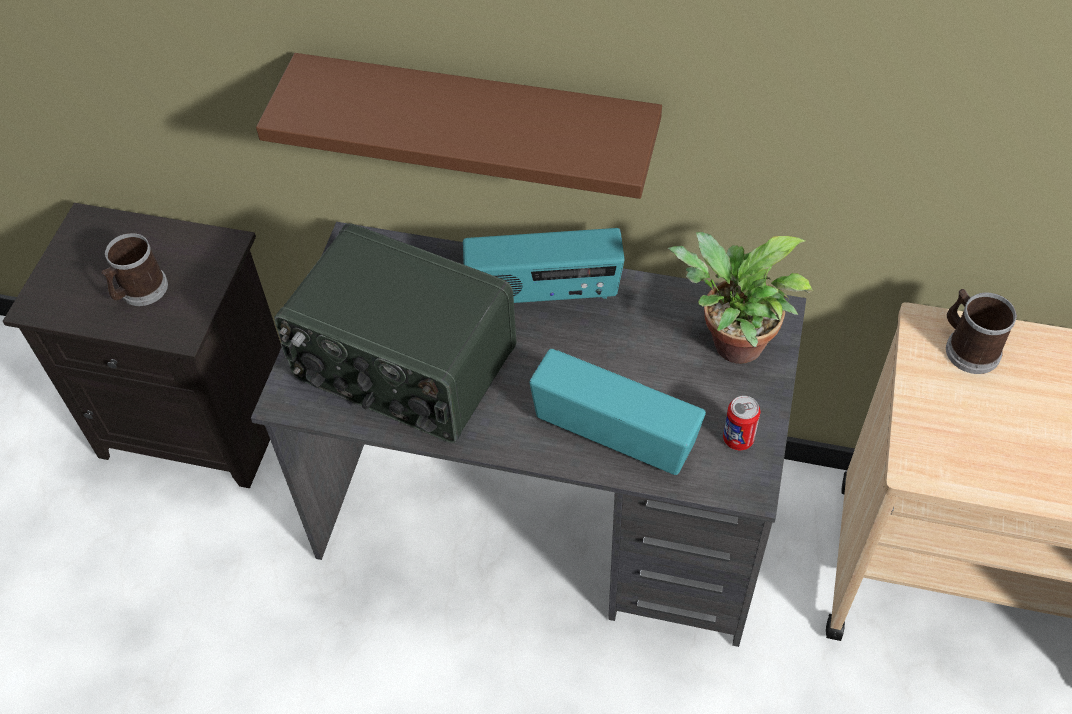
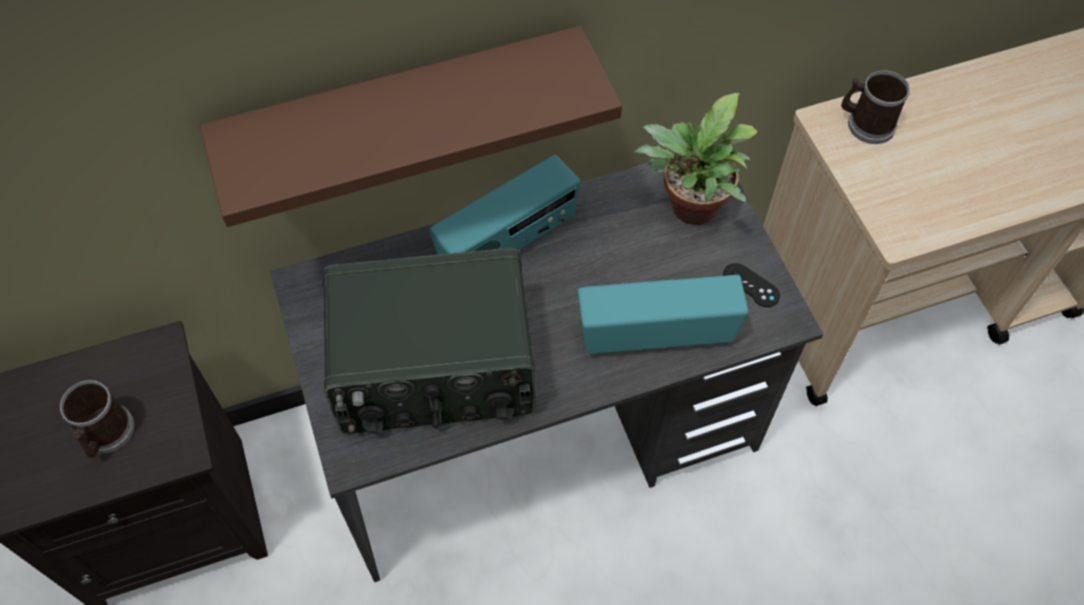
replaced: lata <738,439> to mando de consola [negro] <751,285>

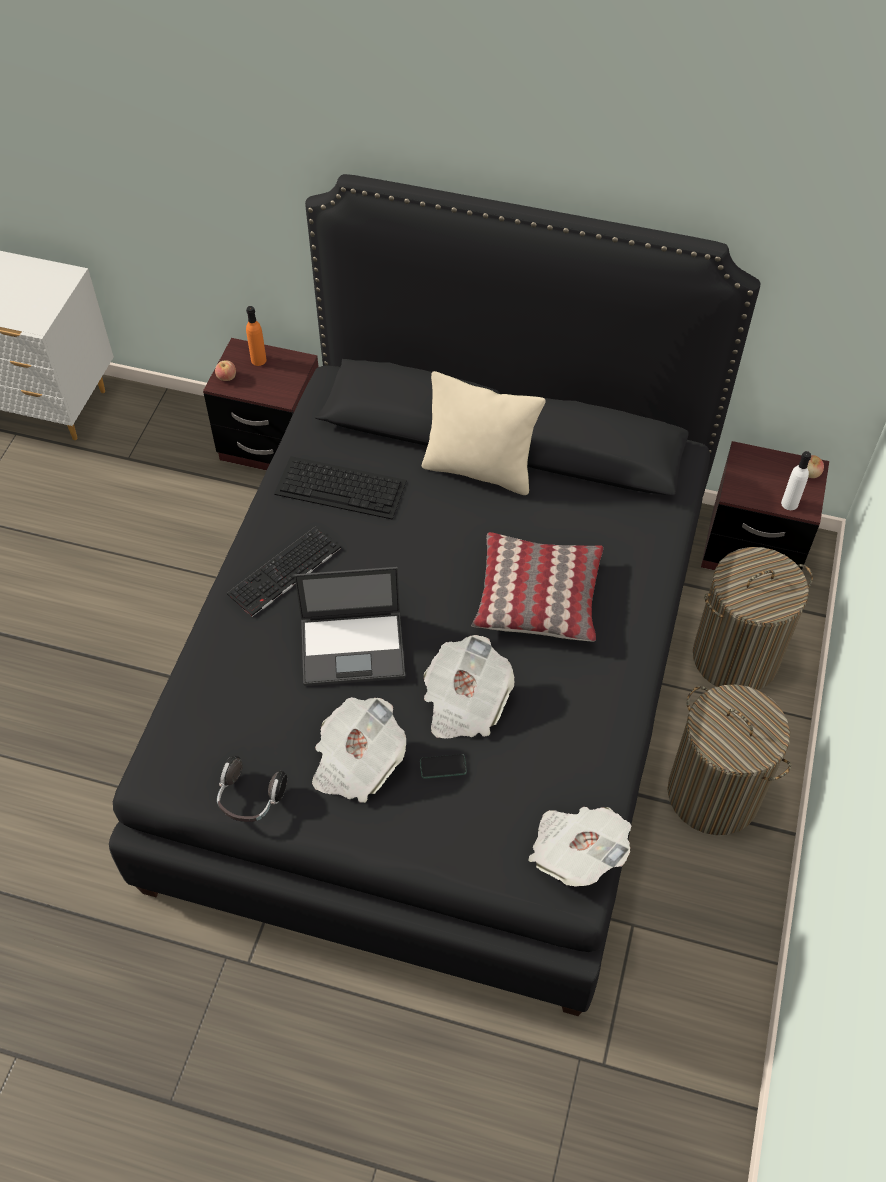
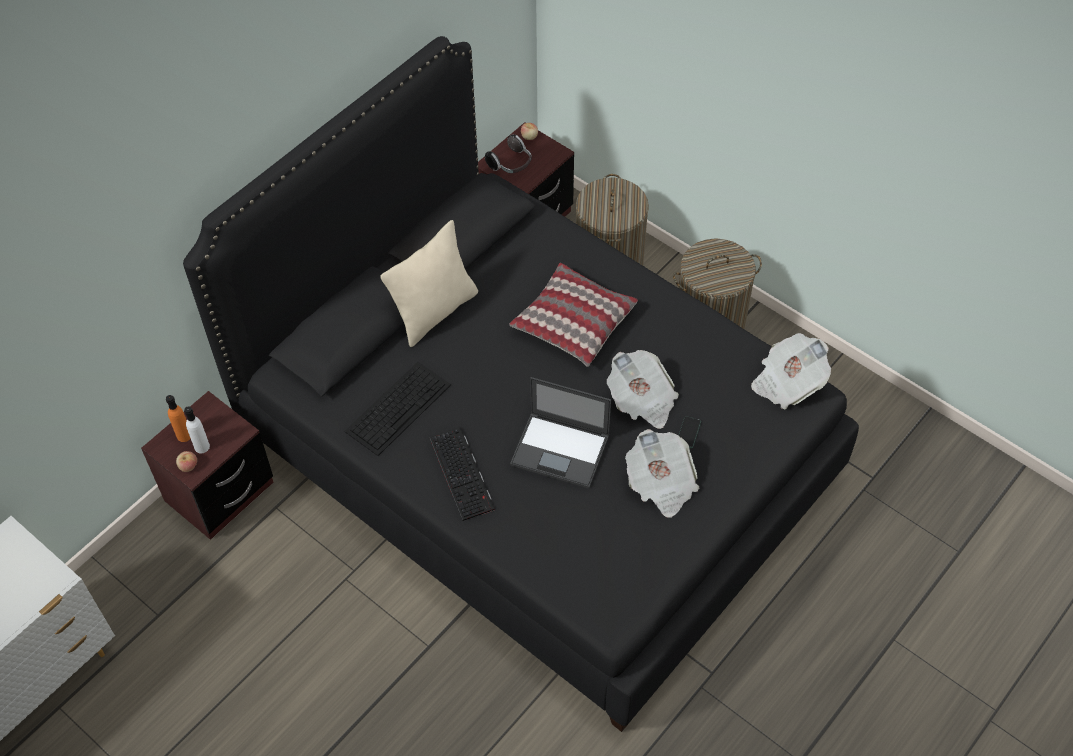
moved: auriculares <250,799> to <511,164>; botella [blanco] <789,503> to <202,446>
turned: portátil <354,647> = <561,450> 90 degrees clockwise

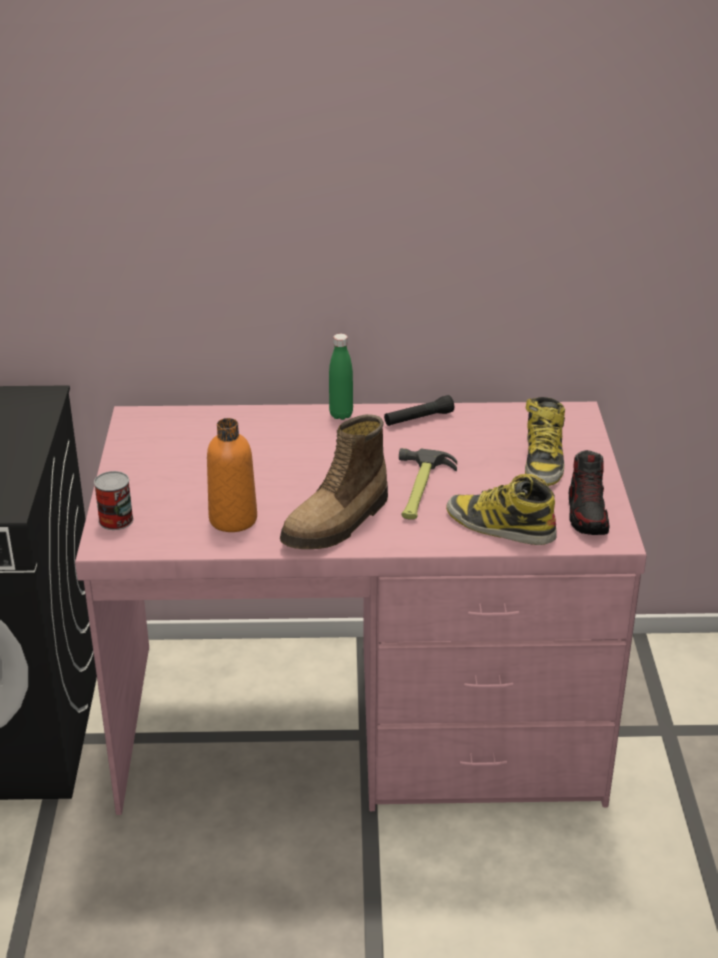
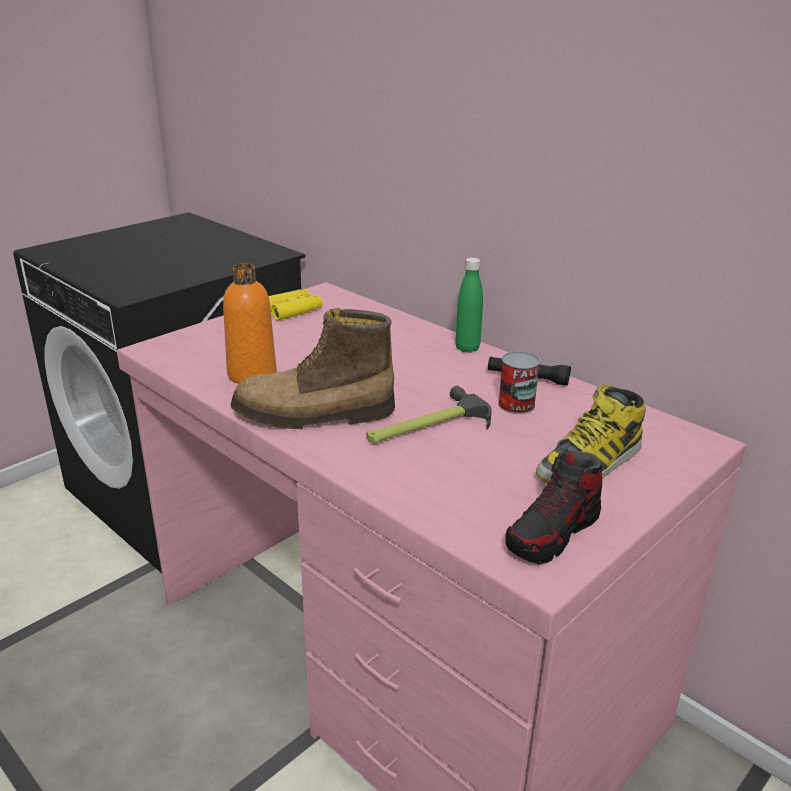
removed: bota <499,526>
added: prismáticos [amarillo] <292,311>
moved: lata <116,520> to <516,405>

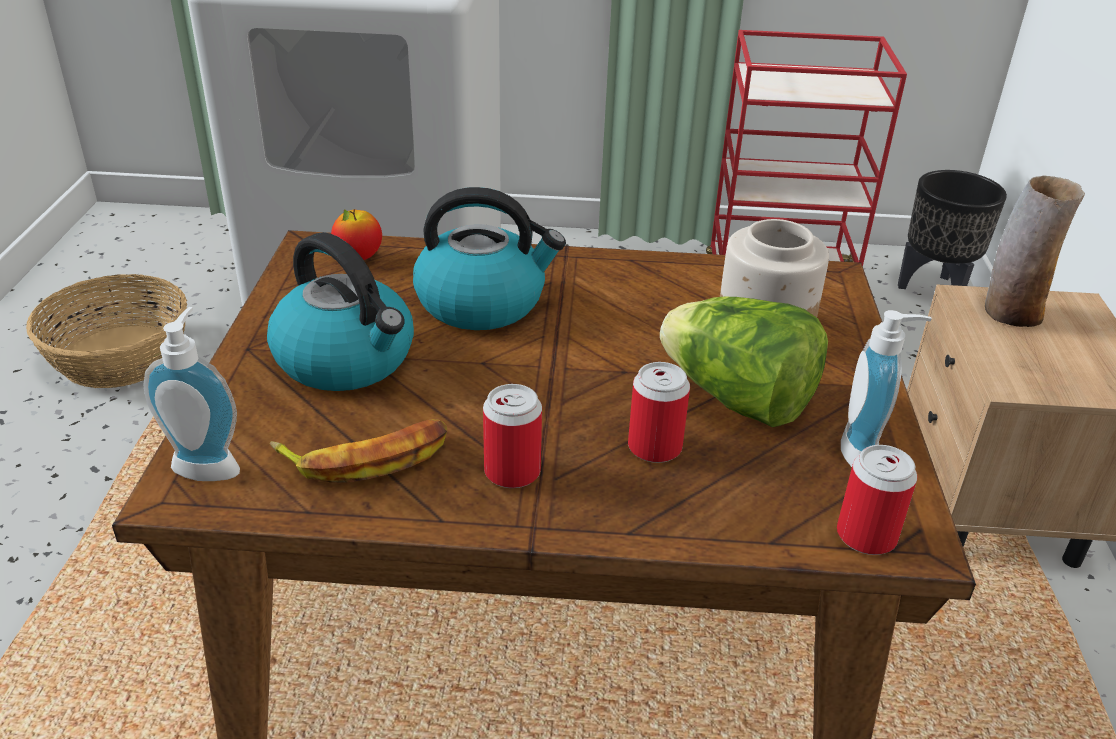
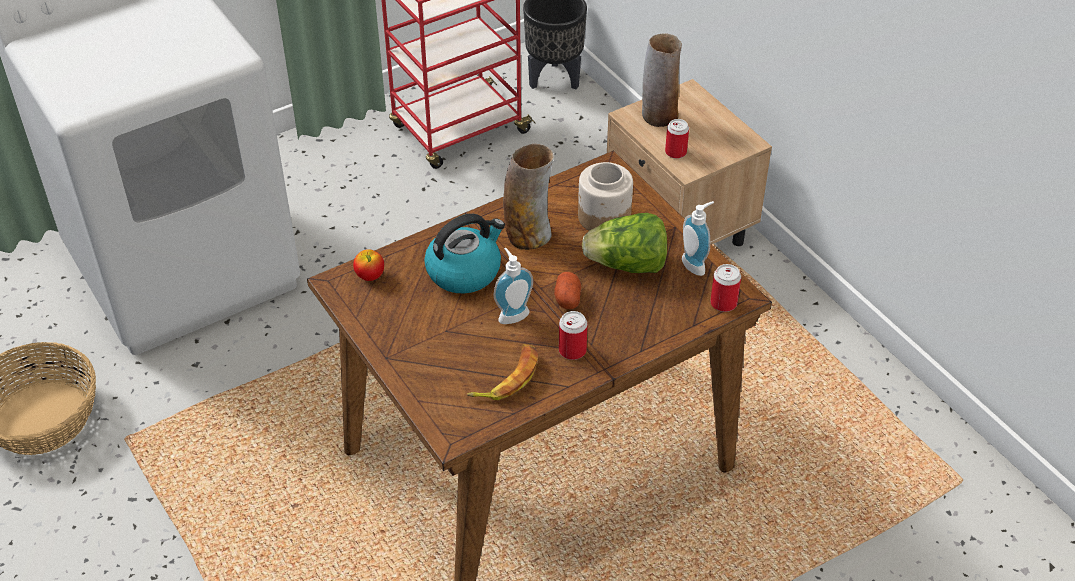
removed: hervidor <347,359>
added: florero <528,234>; patata <567,298>
moved: dispensador de jabón <209,464> to <512,314>; lata <654,447> to <675,152>

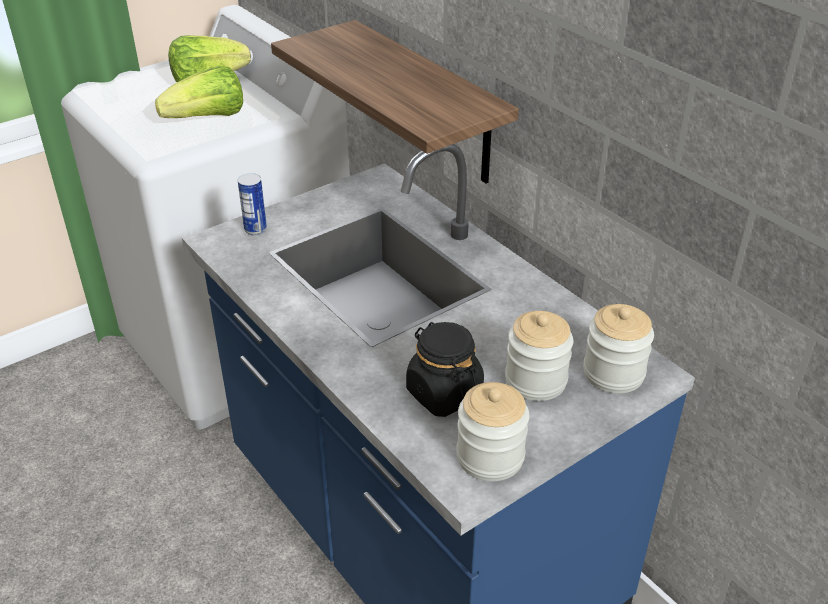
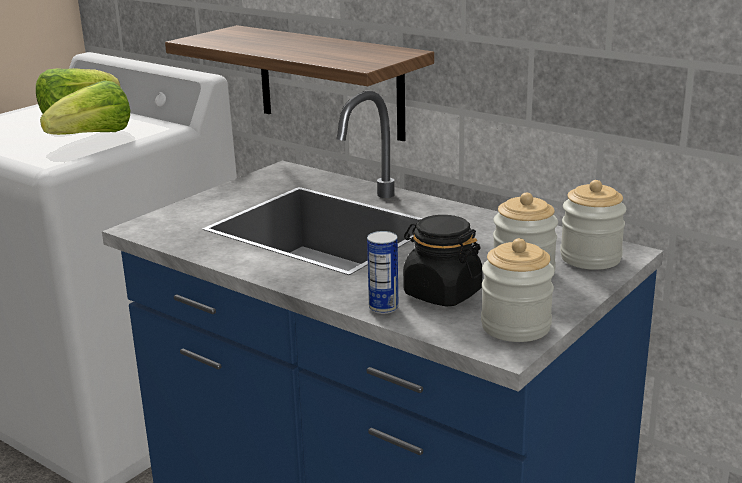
moved: lata <255,229> to <383,307>

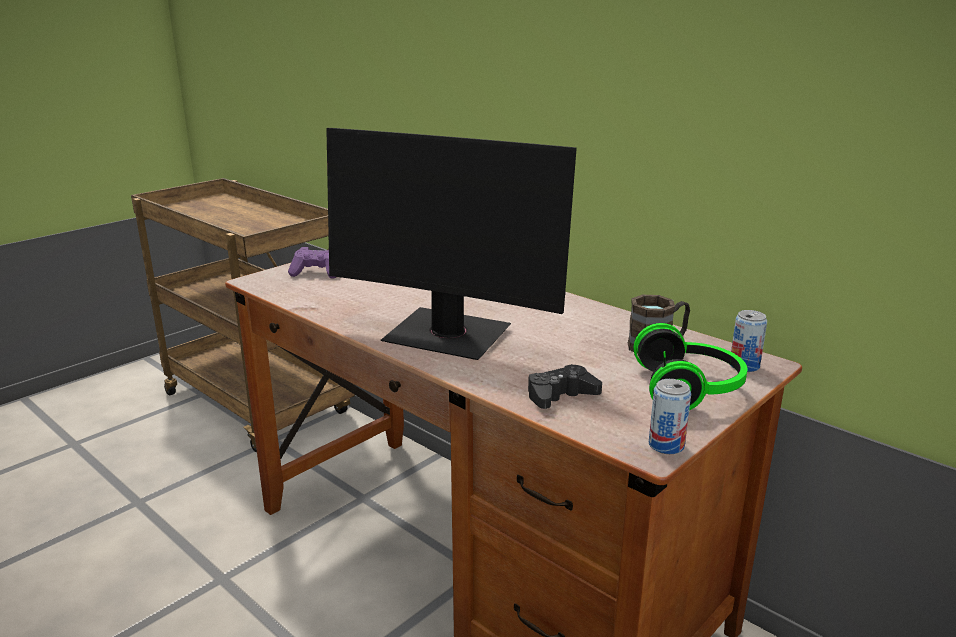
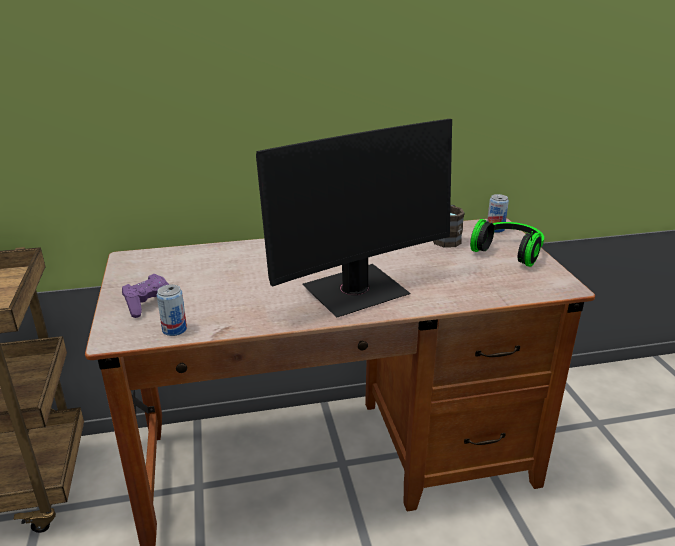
removed: mando de consola [negro] <560,395>
moved: lata <666,445> to <174,330>

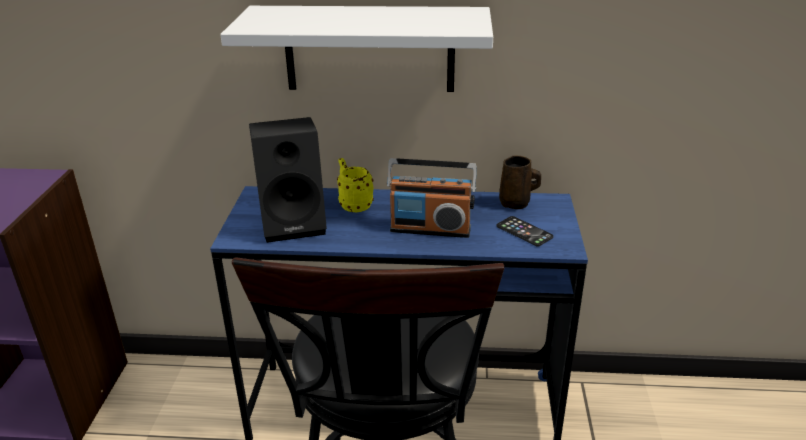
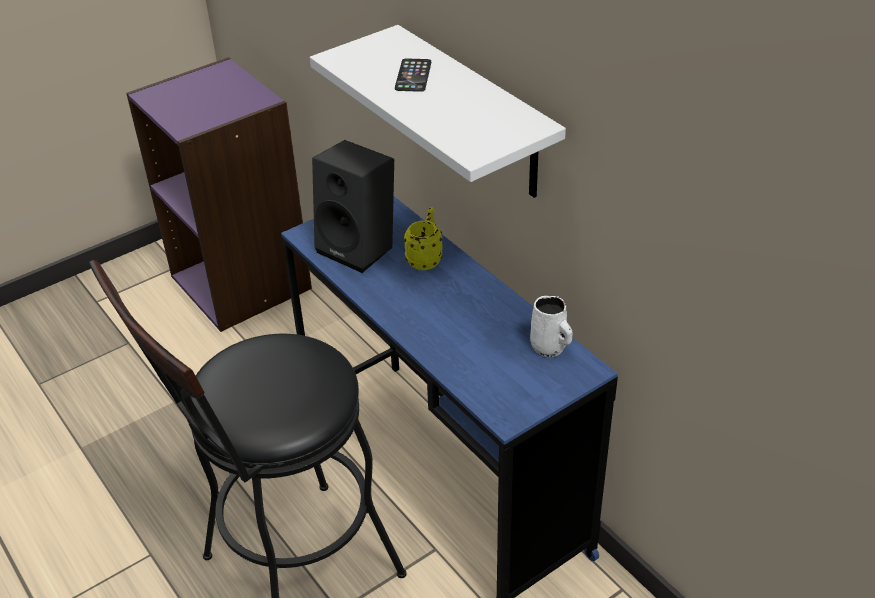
removed: radio <430,229>
moved: móvil <524,231> to <413,76>
recoloured: taza grande [marrón] <516,203> to taza grande [blanco] <549,348>

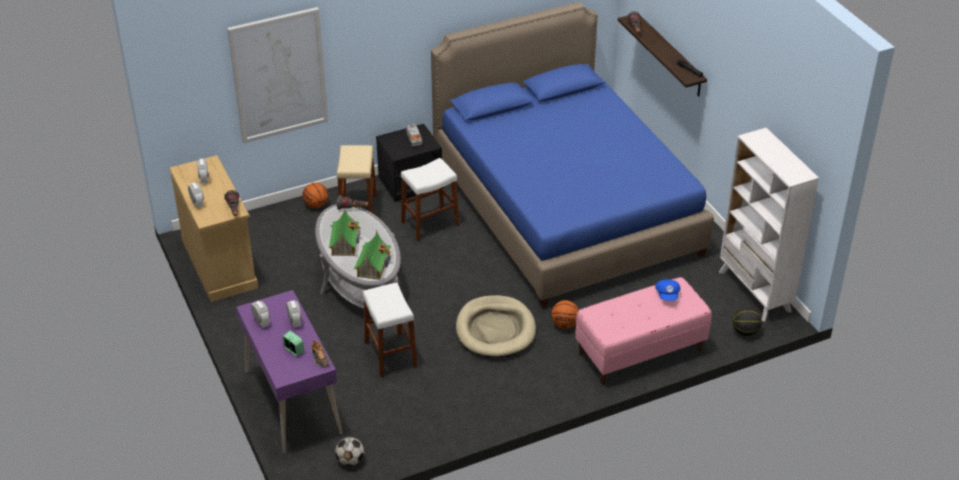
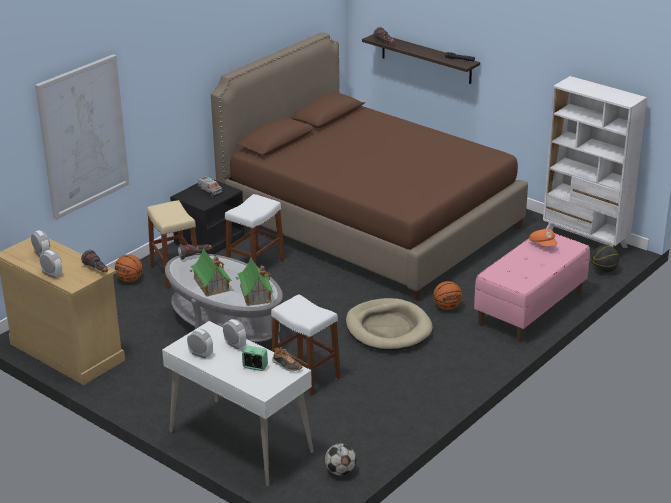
recoloured: escritorio [morado] <292,402> to escritorio [blanco] <240,442>; cama [azul] <565,207> to cama [marrón] <370,223>; gorra [azul] <667,295> to gorra [naranja] <543,244>

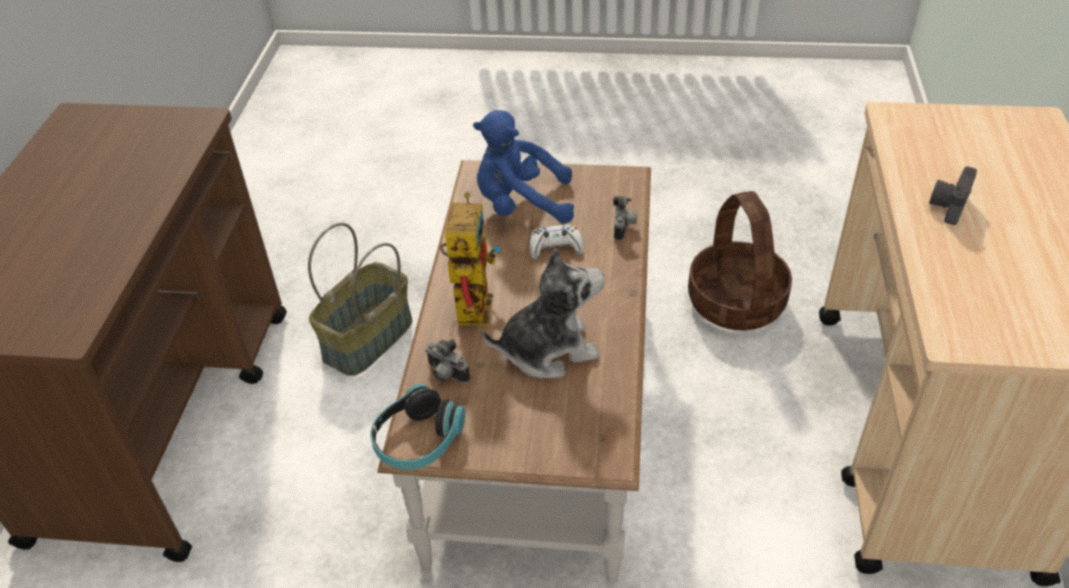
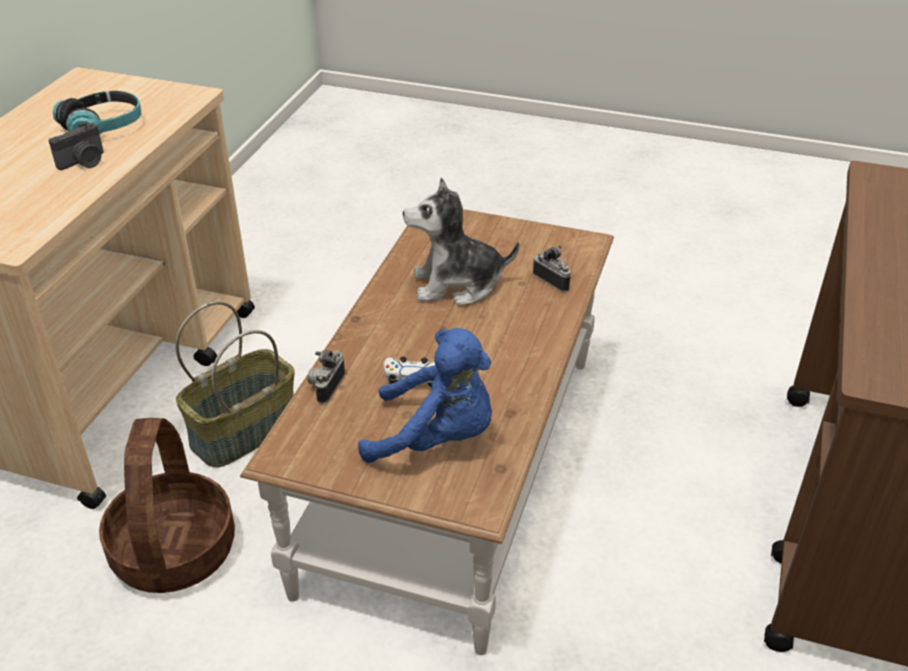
removed: robot de juguete <471,301>
moved: cesta <368,340> to <244,430>; auriculares <418,440> to <103,127>

